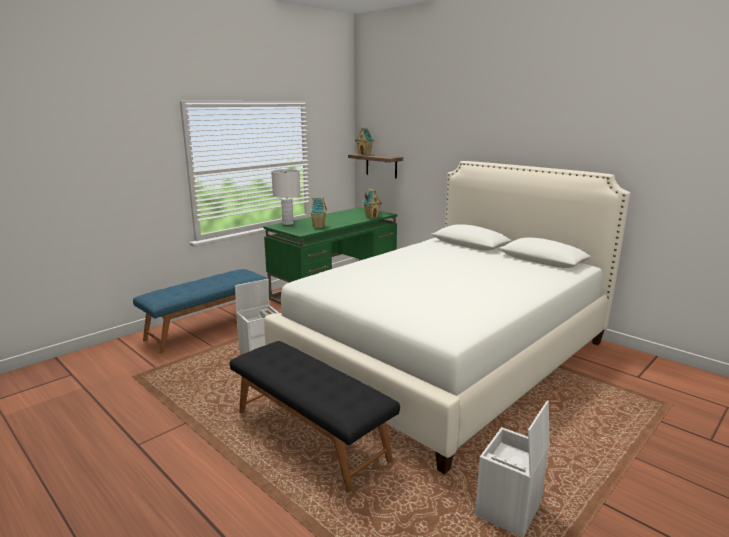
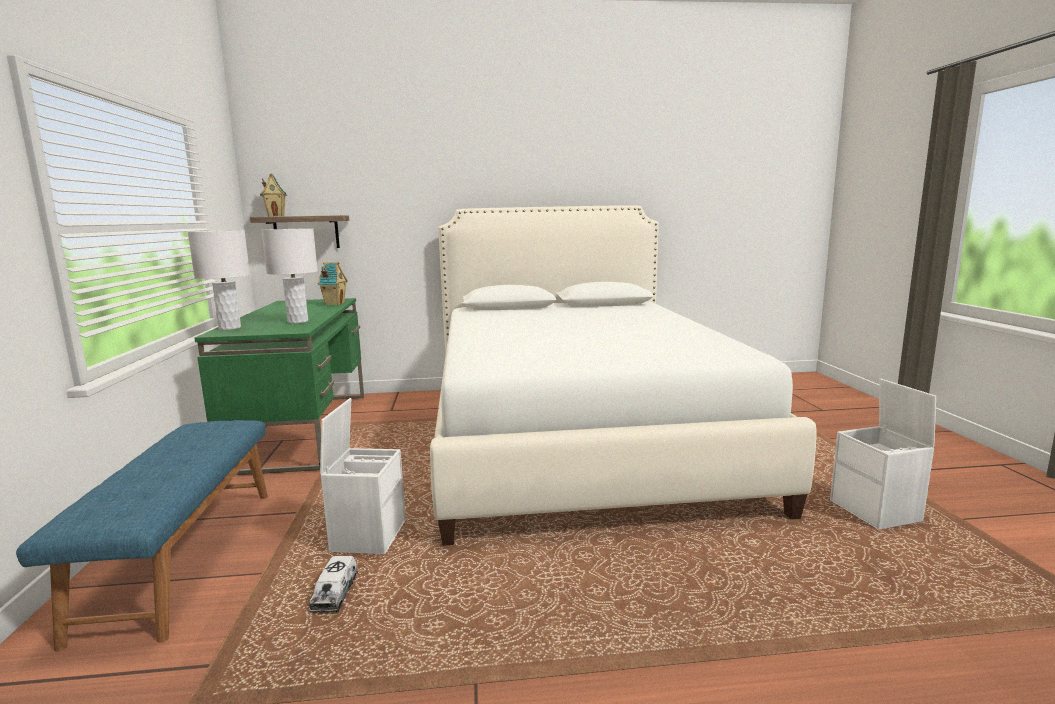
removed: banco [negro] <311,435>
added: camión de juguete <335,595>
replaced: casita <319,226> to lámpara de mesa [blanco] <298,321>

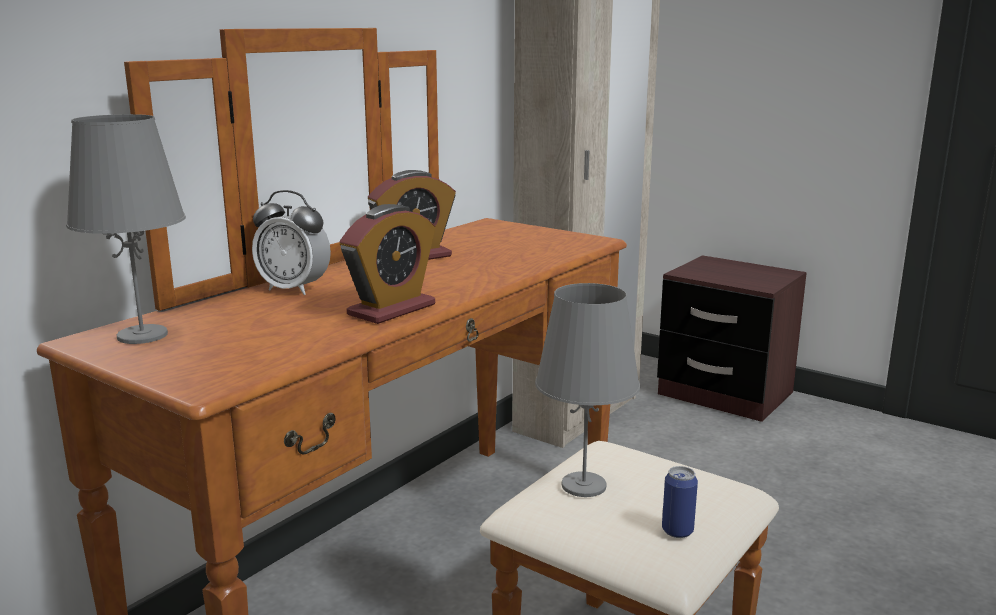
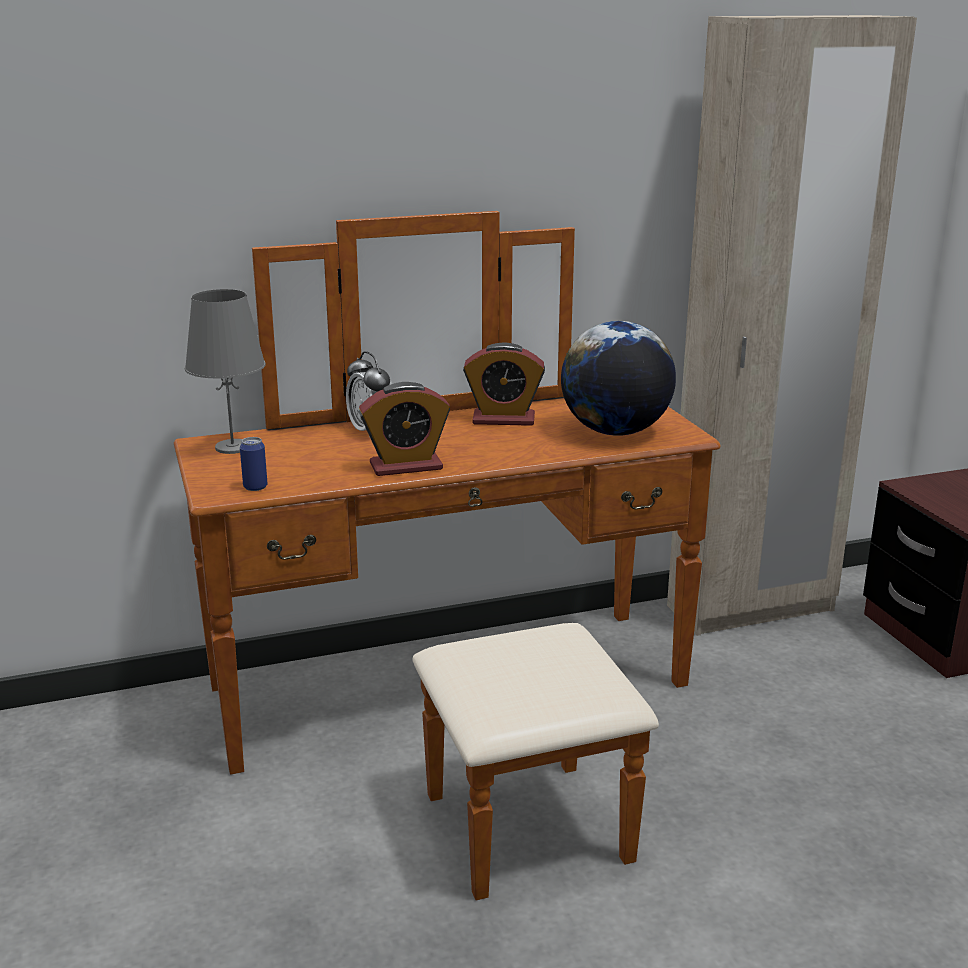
removed: lámpara de mesa [gris] <583,485>
added: globo terráqueo <615,432>
moved: lata <677,531> to <255,487>

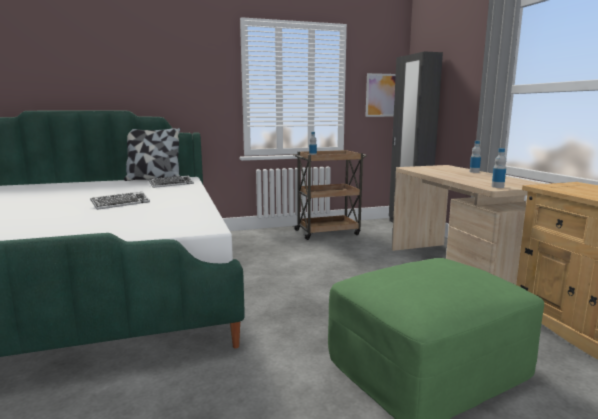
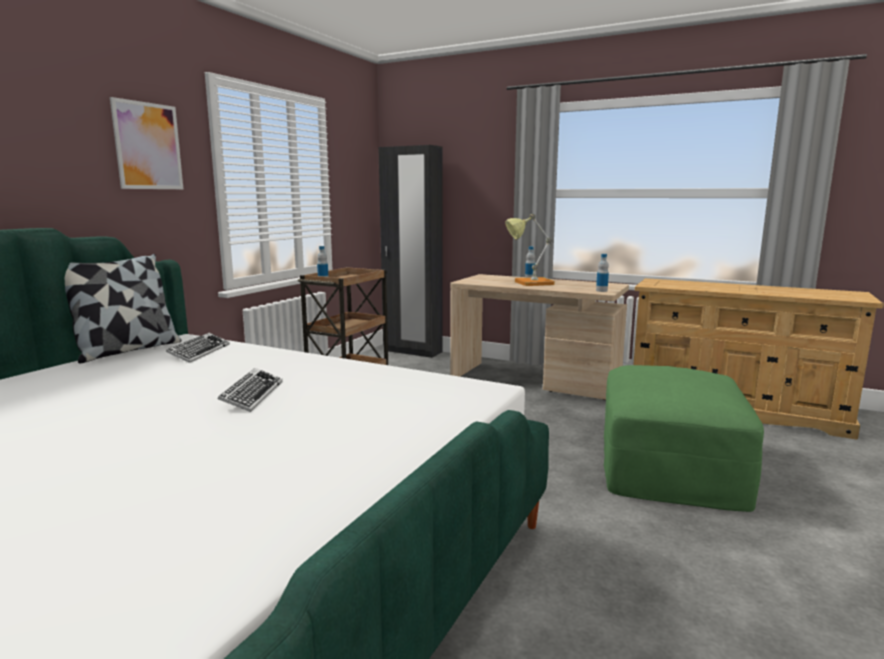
added: lámpara de mesa <529,283>
moved: cuadro <381,95> to <148,146>

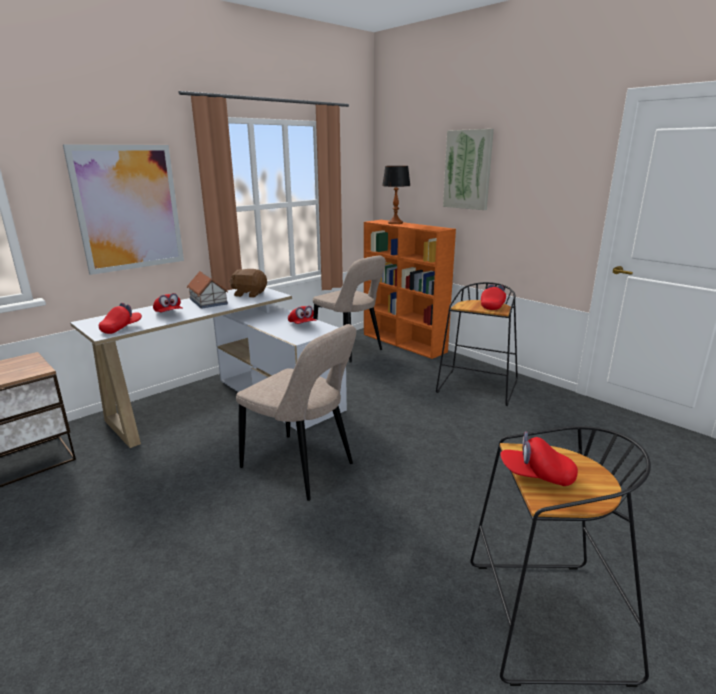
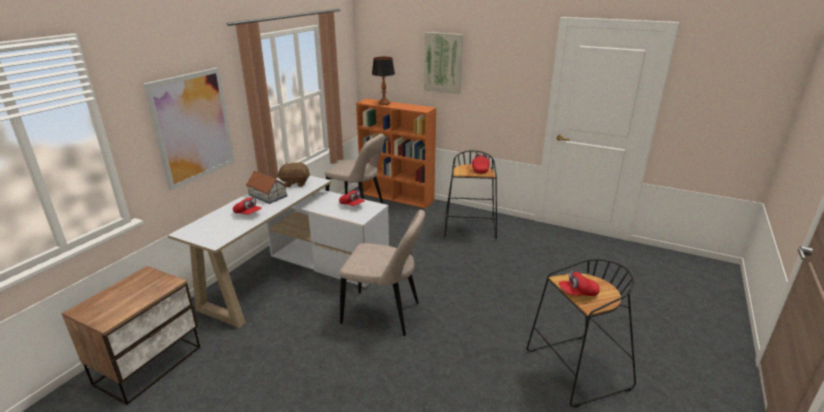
removed: gorra [rojo] <121,328>

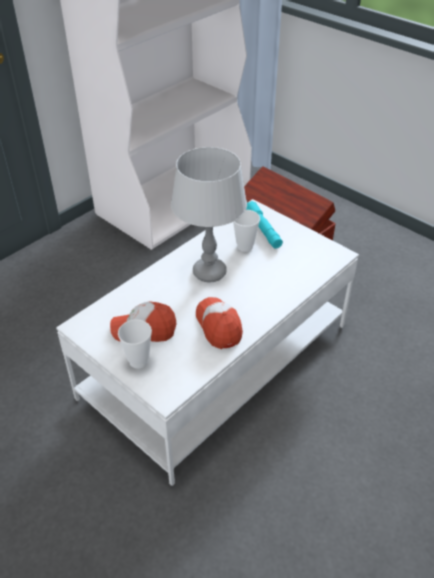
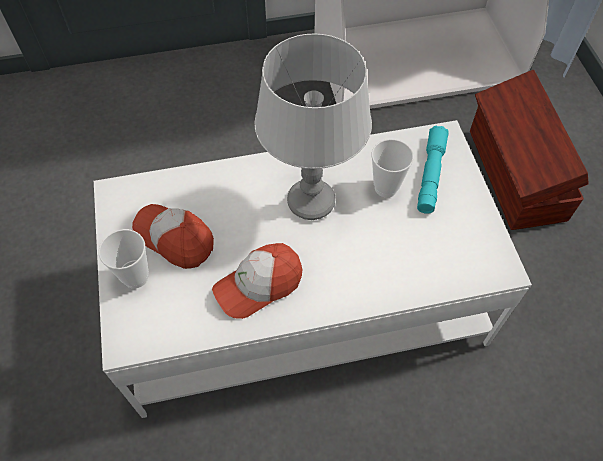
turned: gorra <219,326> = <259,285> 135 degrees counterclockwise

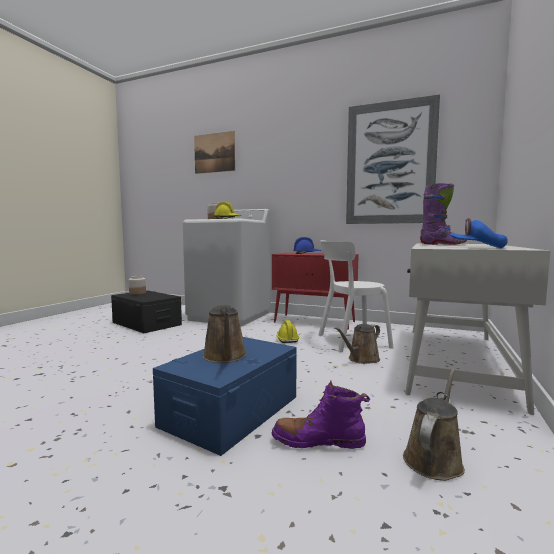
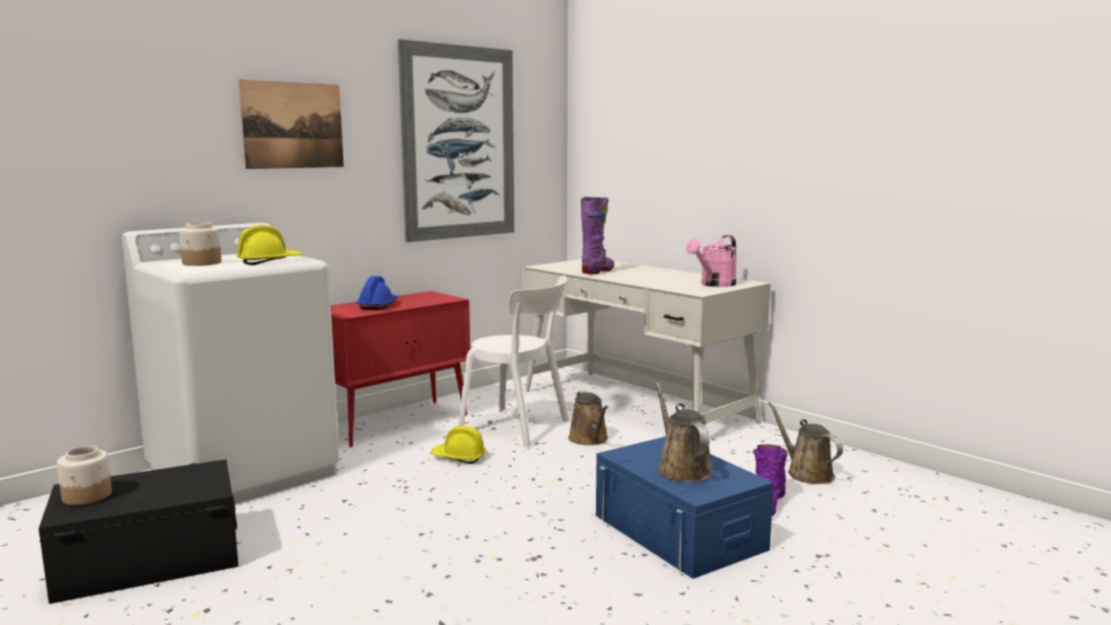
moved: cuadro <214,153> to <293,125>
replaced: gorra [azul] <476,248> to regadera [rosa] <714,284>
turned: regadera [marrón] <225,357> = <681,469> 120 degrees counterclockwise; silla [blanco] <350,341> = <518,428> 75 degrees counterclockwise

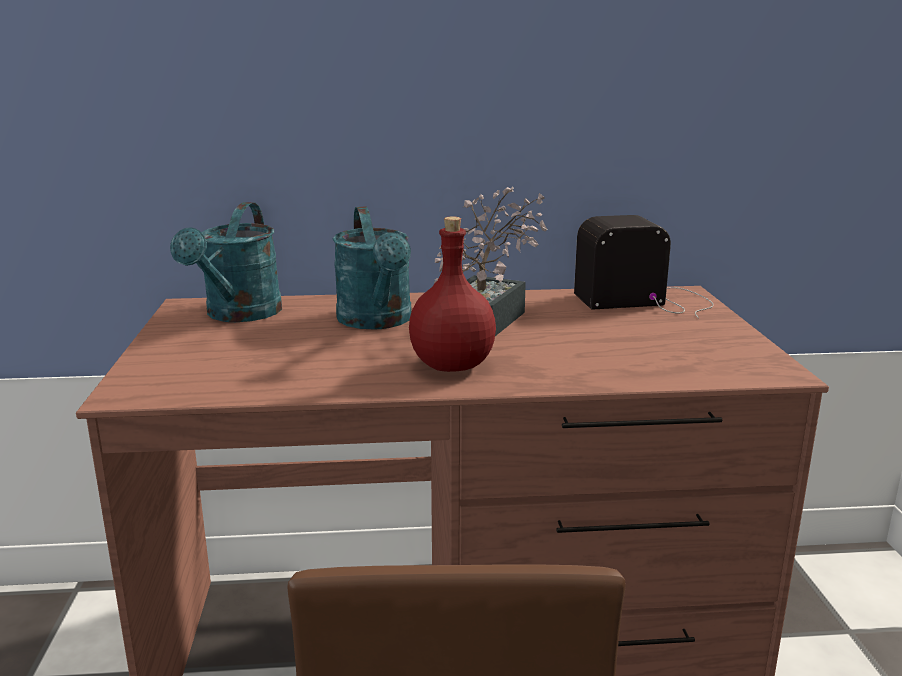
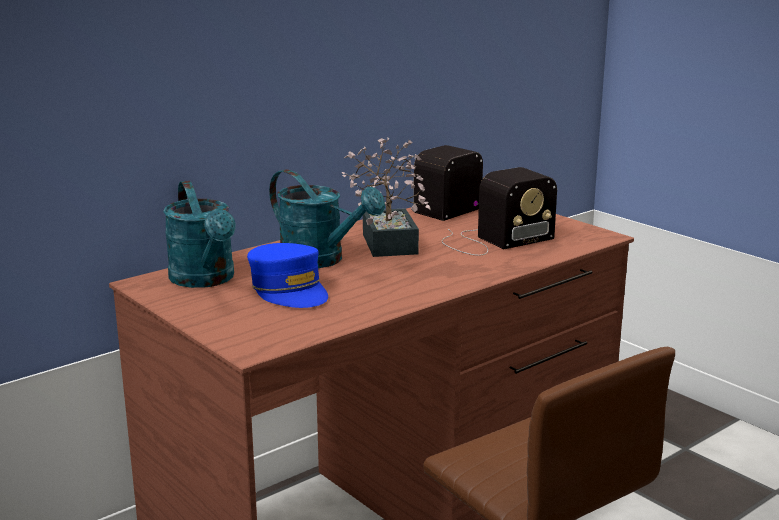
removed: botella [rojo] <452,366>
added: gorra [azul] <289,290>; radio <493,240>

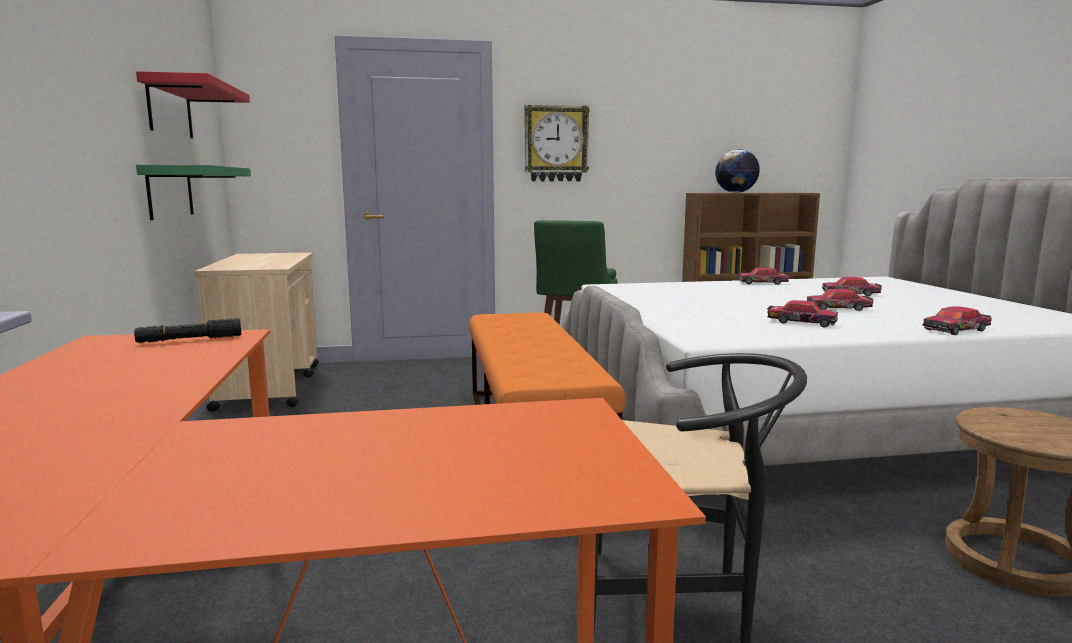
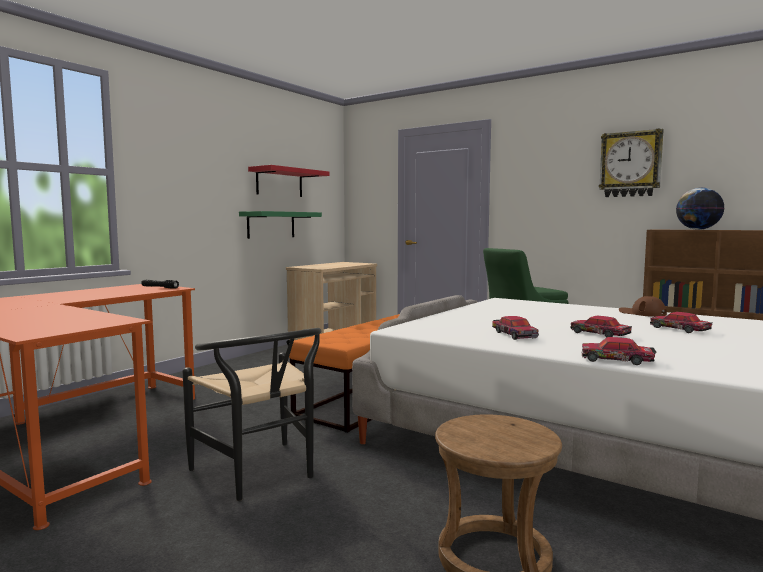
moved: reloj de pared <556,144> to <630,164>
replaced: coche de juguete <763,283> to gorra [marrón] <642,313>

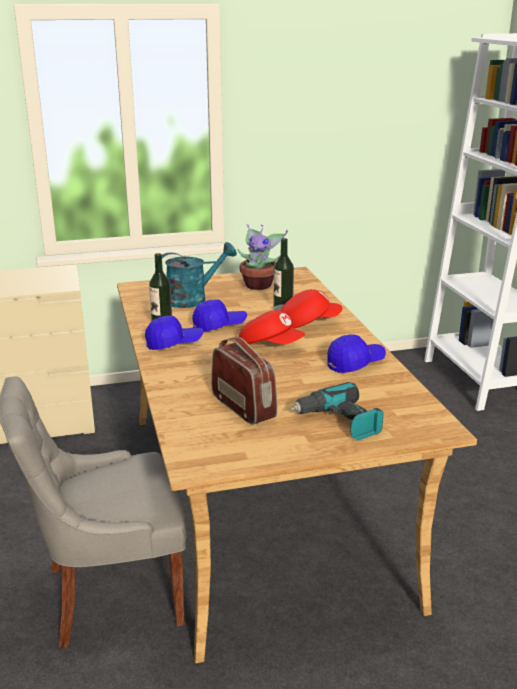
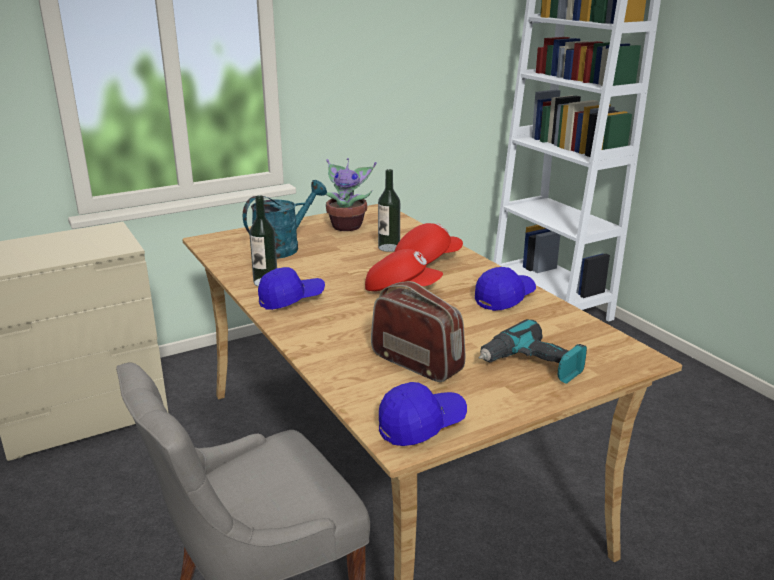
moved: gorra [azul] <219,326> to <421,425>

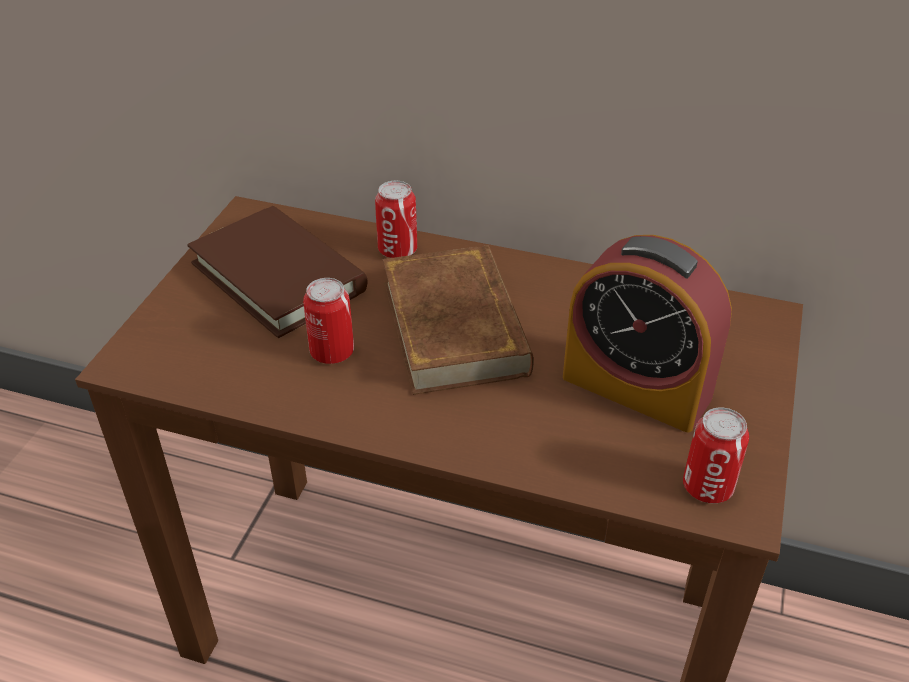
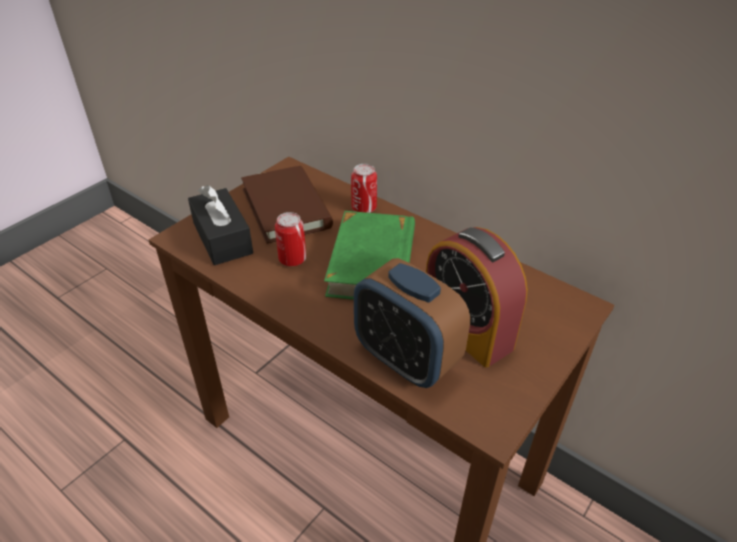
removed: lata <707,487>
added: caja de pañuelos [negro] <222,238>; despertador <406,359>
recoloured: libro [marrón] <455,326> to libro [verde] <373,262>

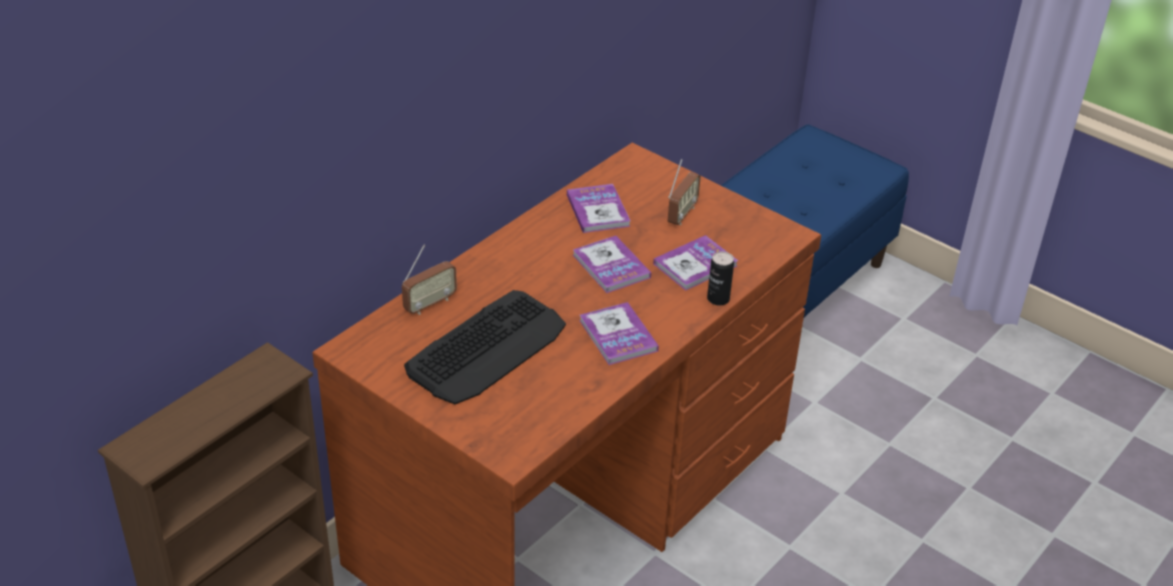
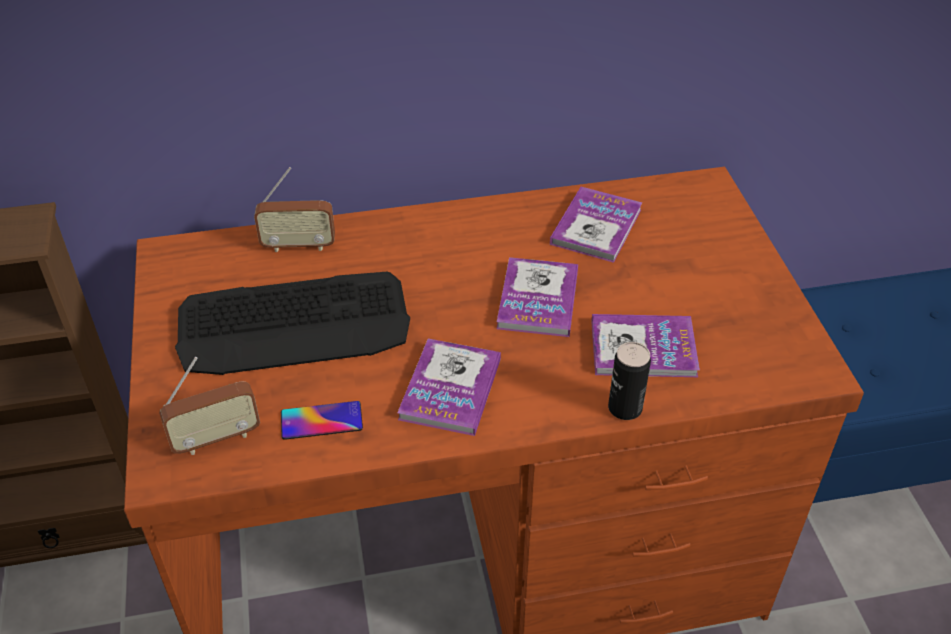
added: móvil <321,421>
moved: radio <682,214> to <216,438>

